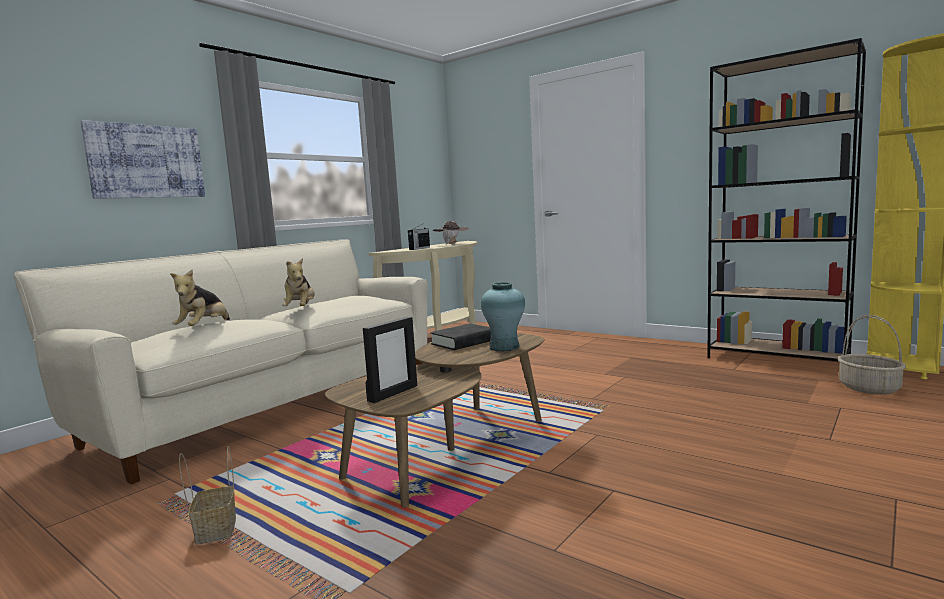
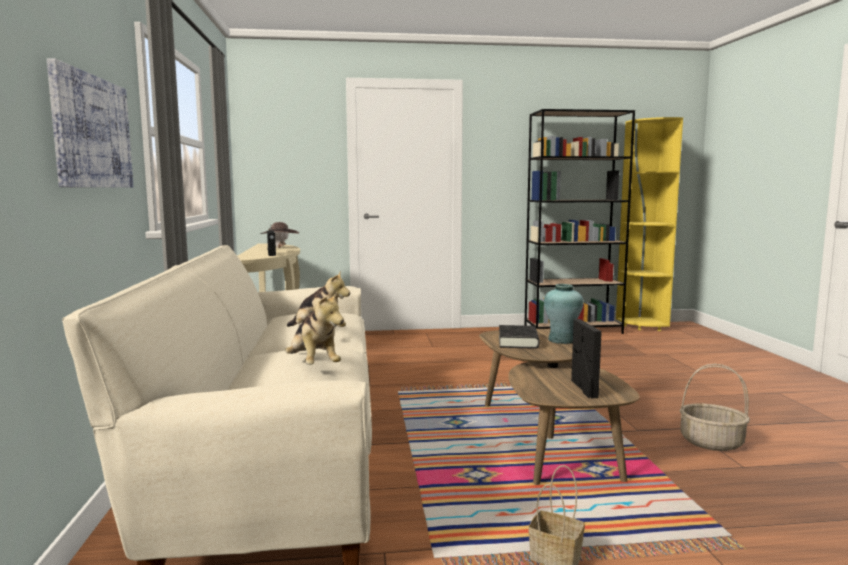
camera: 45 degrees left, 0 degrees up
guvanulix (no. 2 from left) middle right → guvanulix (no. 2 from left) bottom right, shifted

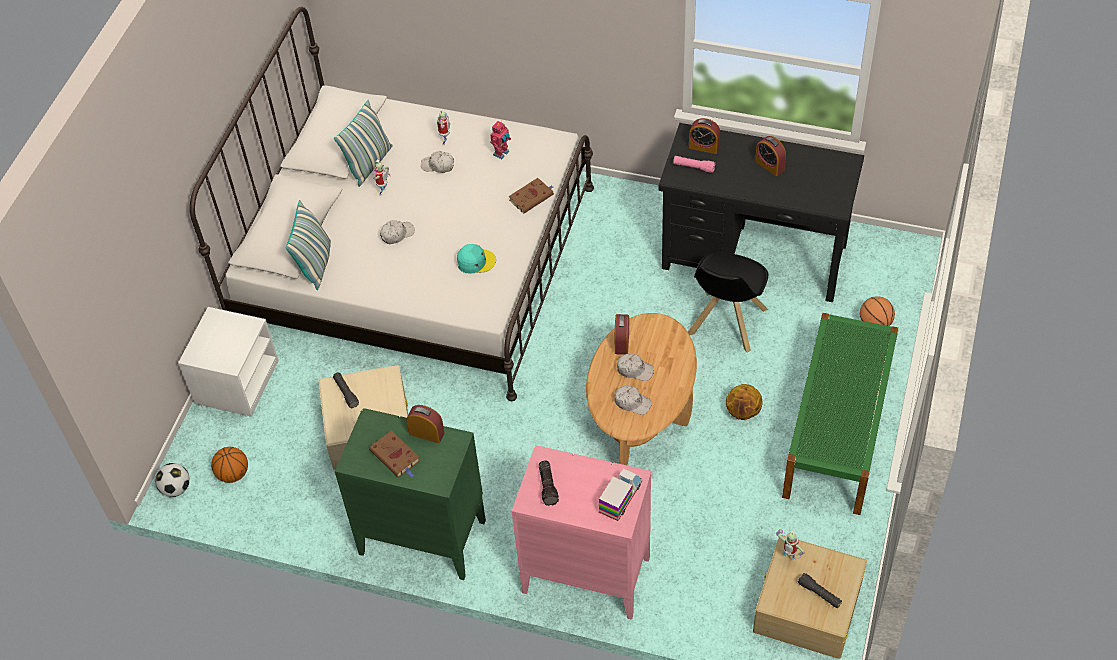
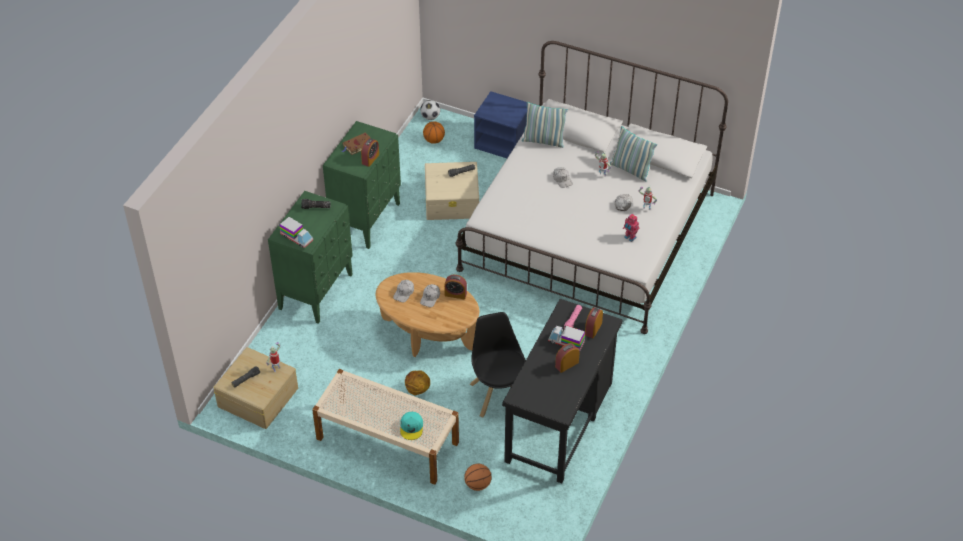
camera: 95 degrees right, 5 degrees down
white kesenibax middle left → blue kesenibax top centre
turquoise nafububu centre → turquoise nafububu bottom centre, shifted
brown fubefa (no. 2 from left) top centre → -
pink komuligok bottom centre → green komuligok (no. 1 from left) middle left
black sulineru centre → black sulineru bottom centre, 45 degrees clockwise
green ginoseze middle right → beige ginoseze bottom centre
- → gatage (no. 2 from left) centre

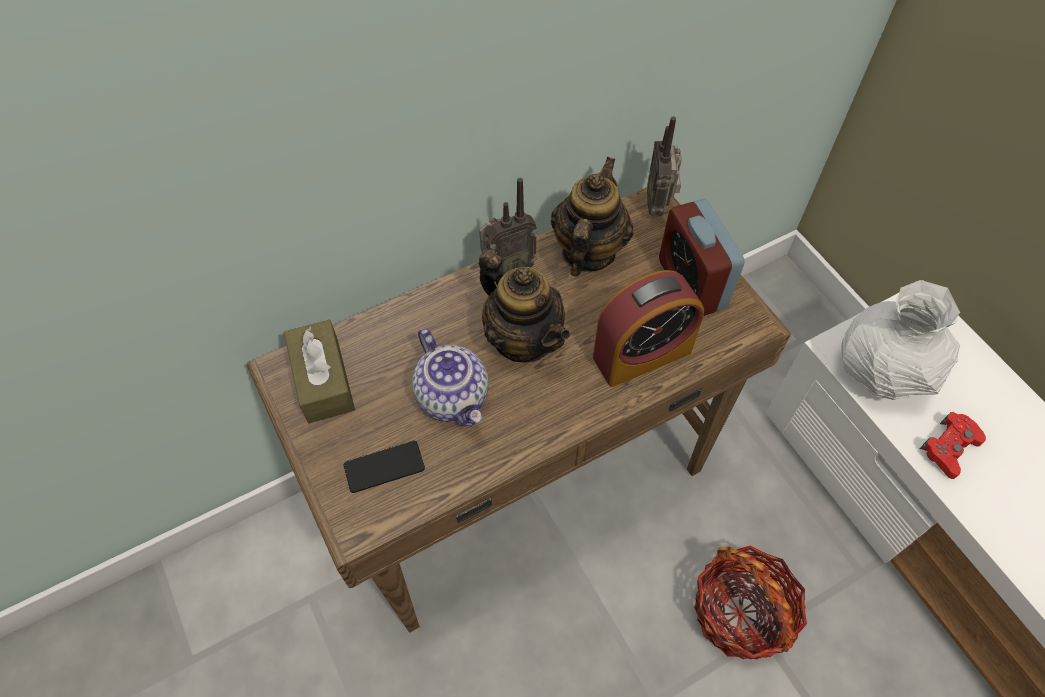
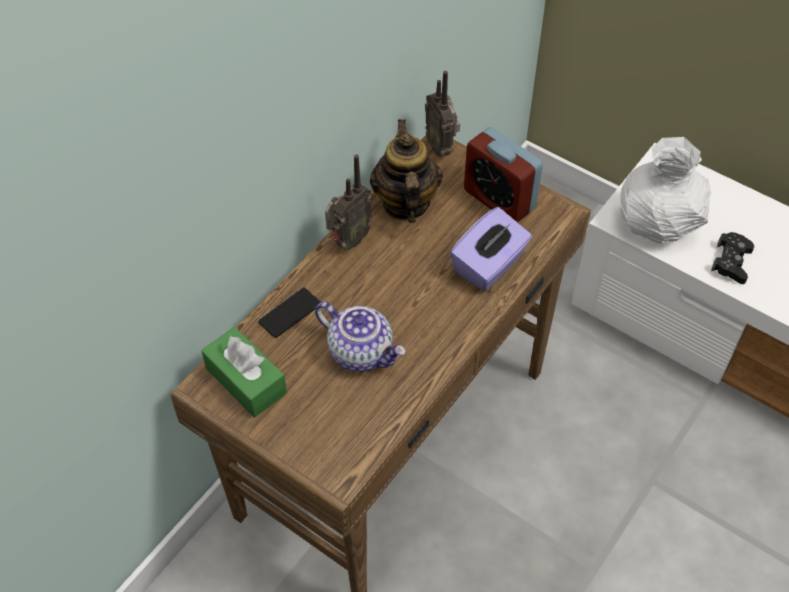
camera: 25 degrees left, 5 degrees down
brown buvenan middle left → green buvenan middle left
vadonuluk bottom centre → vadonuluk centre, shifted
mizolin (no. 2 from left) centre → -
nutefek (no. 1 from left) centre → purple buvenan centre
guvanulix bottom right → -
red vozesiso middle right → black vozesiso middle right

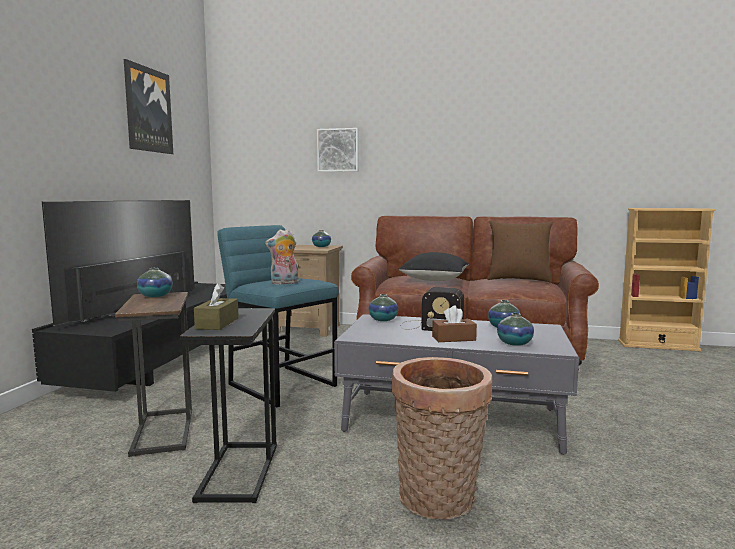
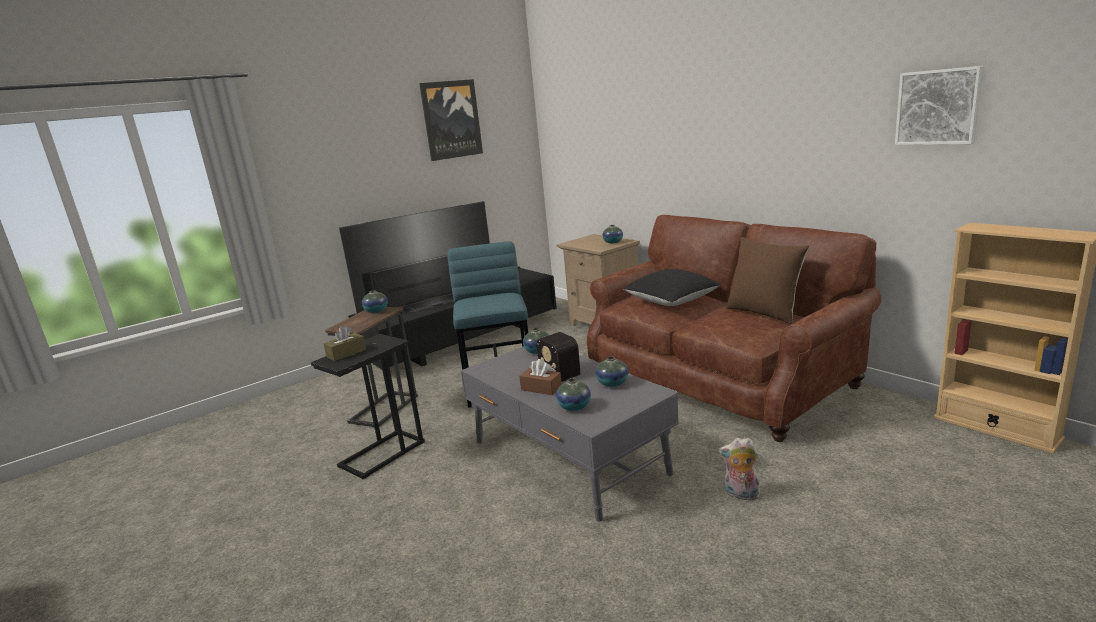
camera: 40 degrees right, 10 degrees up
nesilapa centre → nesilapa bottom right, shifted
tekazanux (no. 2 from left) top centre → tekazanux (no. 2 from left) top right, shifted
guvanulix bottom centre → -

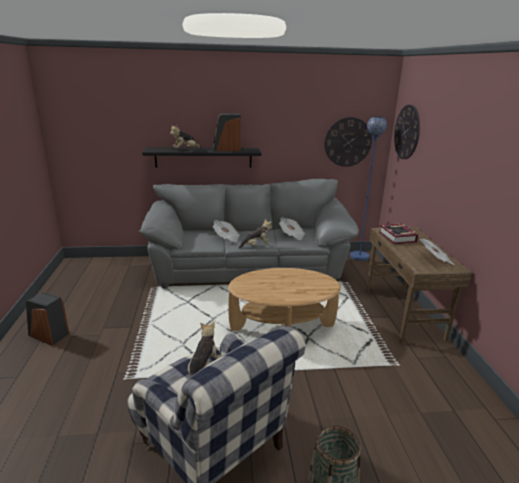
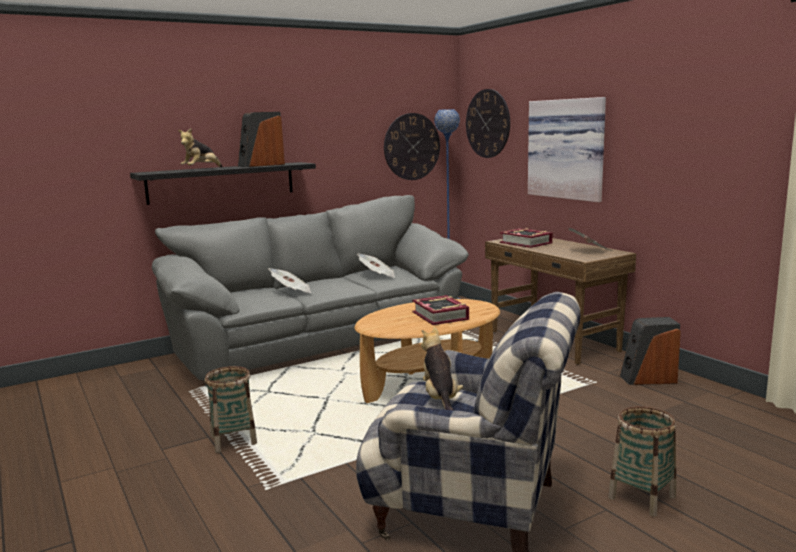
camera: 25 degrees left, 10 degrees down
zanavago (no. 1 from left in the first image) middle left → zanavago (no. 2 from left) middle right, shifted
nesilapa (no. 3 from left) centre → -
- → guvanulix (no. 1 from left) bottom left
- → fubefa (no. 1 from left) centre
- → tekazanux top right

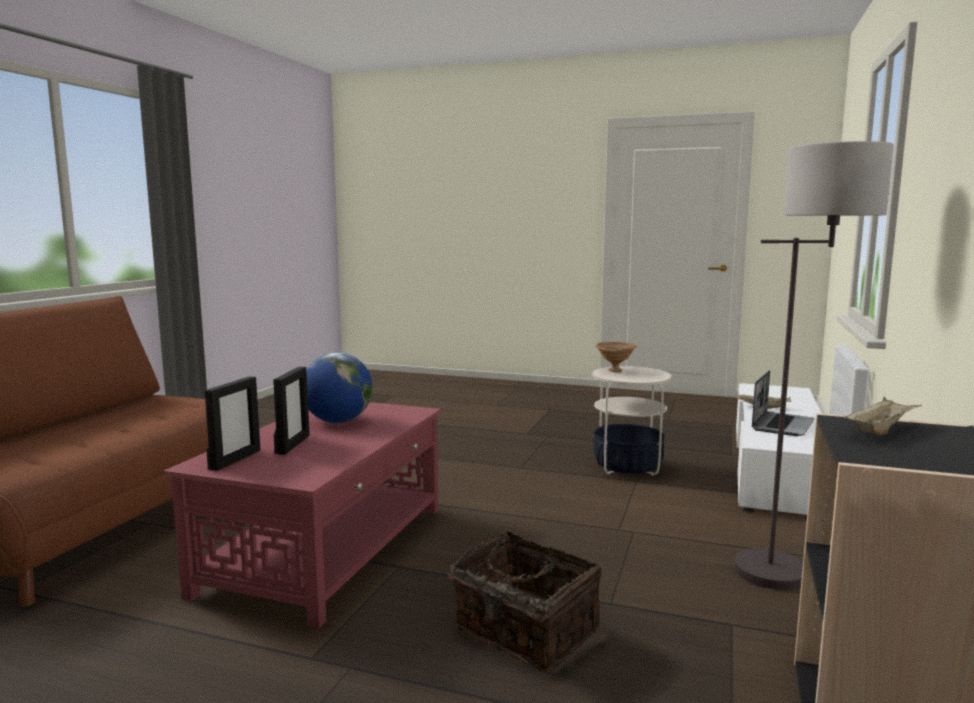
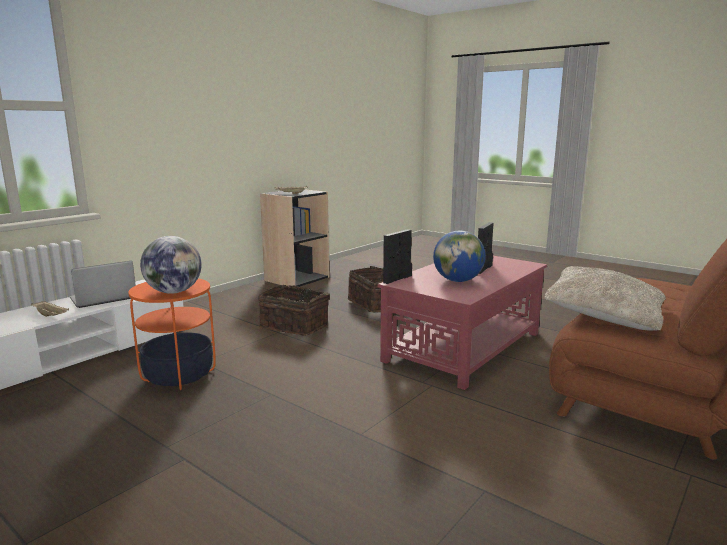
camera: 160 degrees left, 5 degrees up
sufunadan (no. 1 from left) middle left → sufunadan (no. 1 from left) centre, shifted
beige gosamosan centre → orange gosamosan middle left
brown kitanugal centre → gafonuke (no. 1 from left) middle left
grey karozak middle right → -
- → guvanulix (no. 1 from left) centre
- → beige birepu middle right

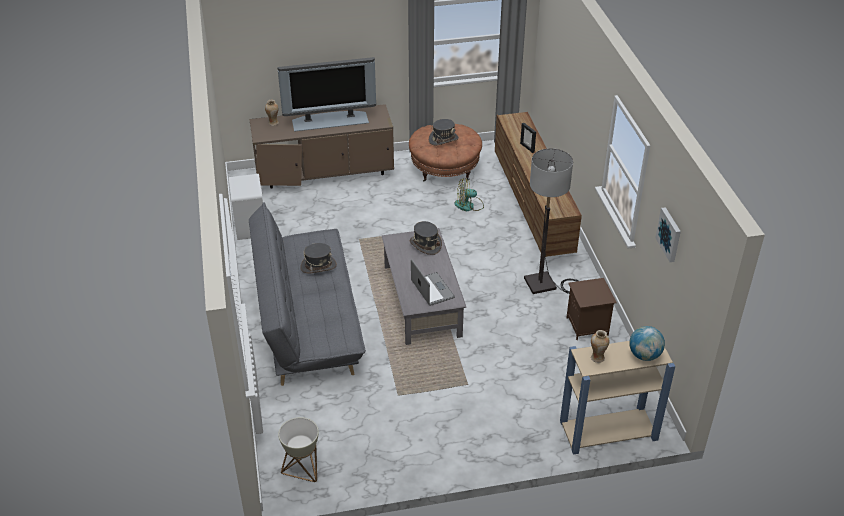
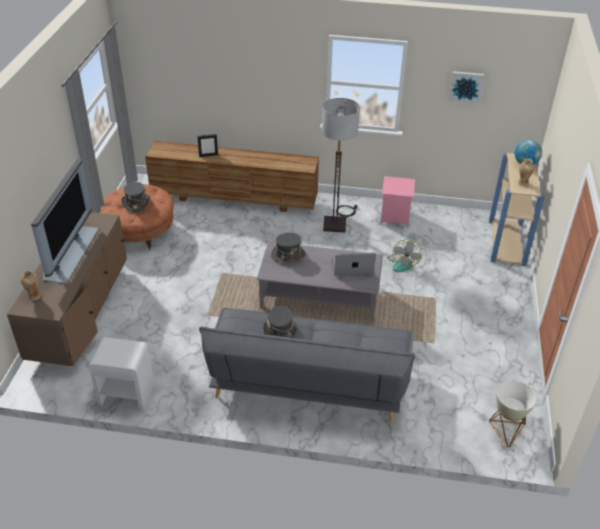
camera: 70 degrees left, 0 degrees up
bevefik centre → bevefik middle right, shifted
brown kesenibax middle right → pink kesenibax centre

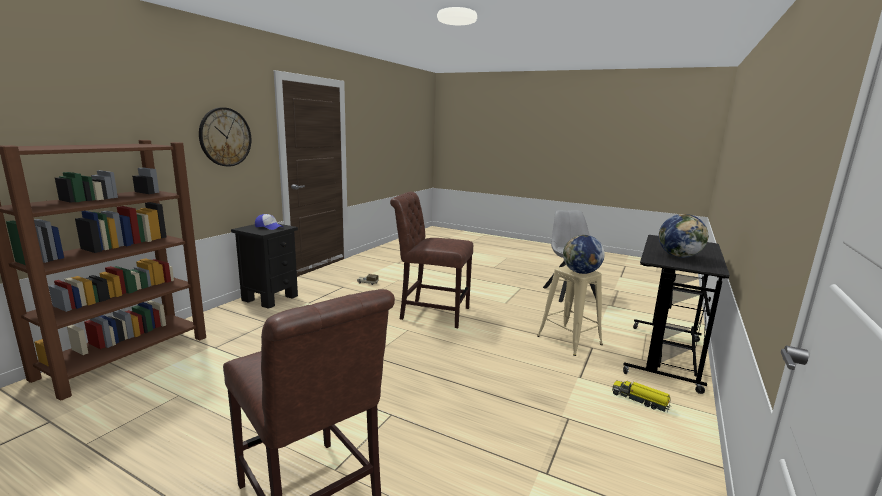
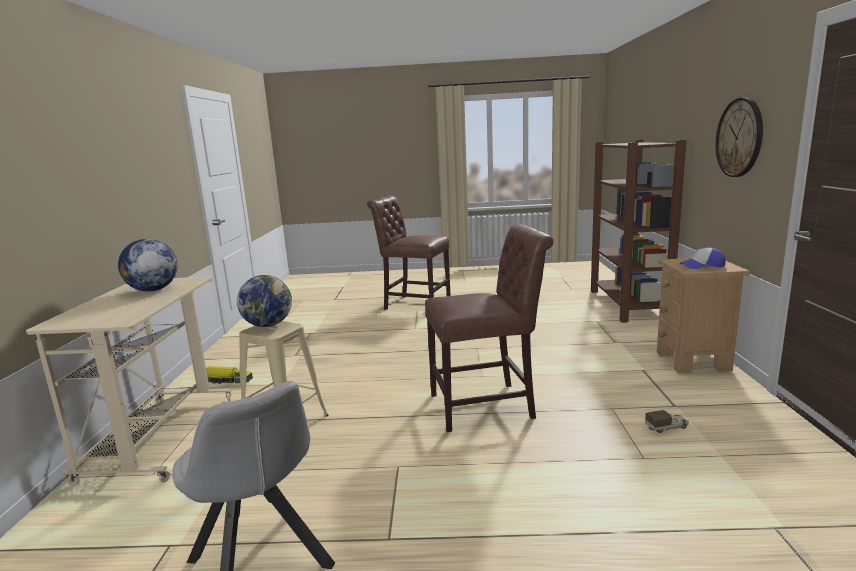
camera: 155 degrees right, 0 degrees up
black kesenibax middle left → beige kesenibax middle right
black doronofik middle right → beige doronofik bottom left

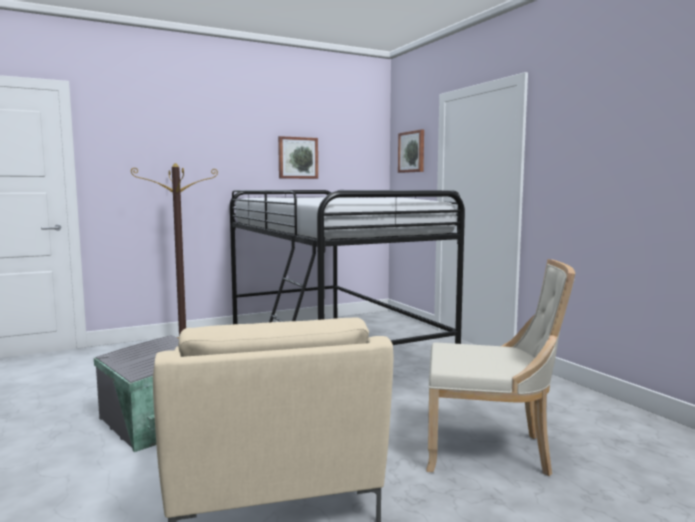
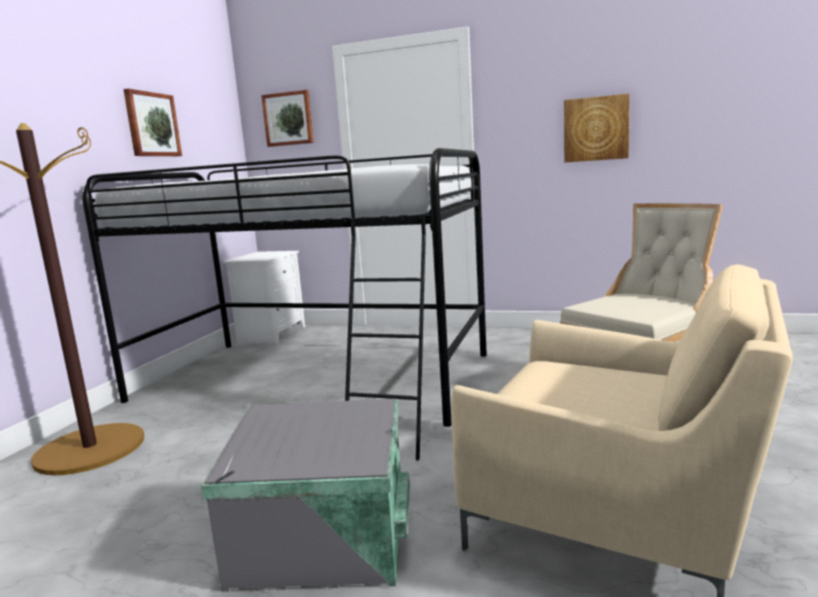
camera: 45 degrees left, 5 degrees up
- → white kesenibax middle left
- → tekazanux (no. 3 from left) top right

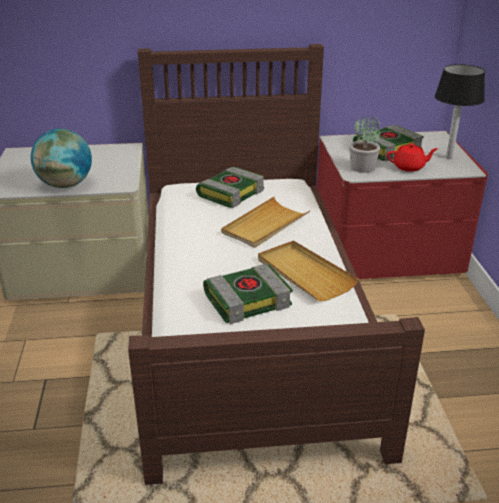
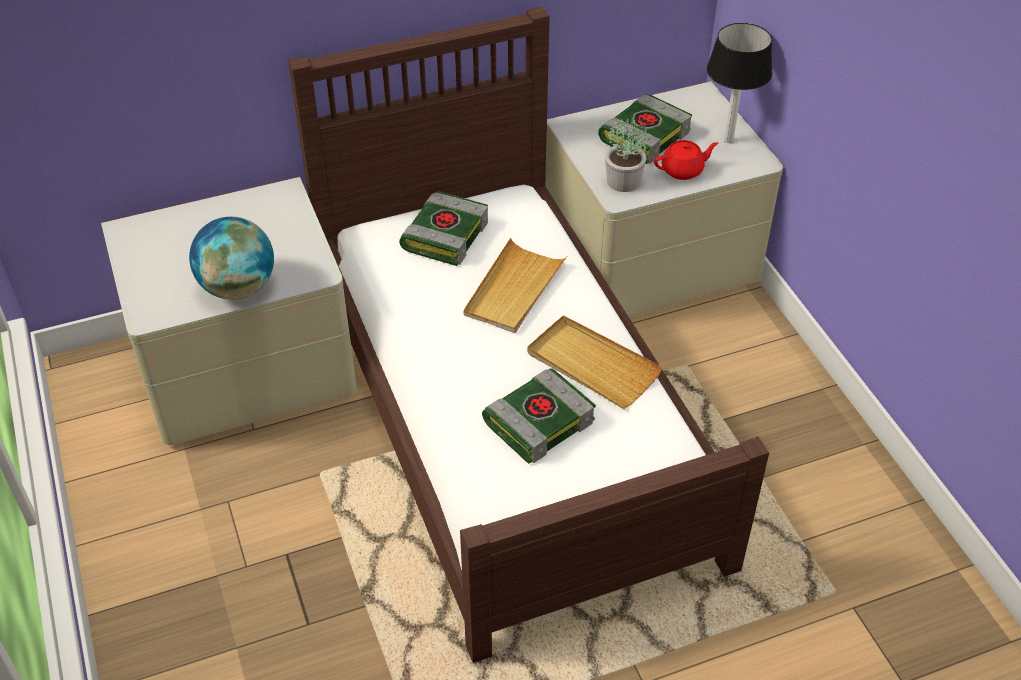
camera: 15 degrees left, 15 degrees up
red kesenibax middle right → beige kesenibax (no. 2 from left) top centre

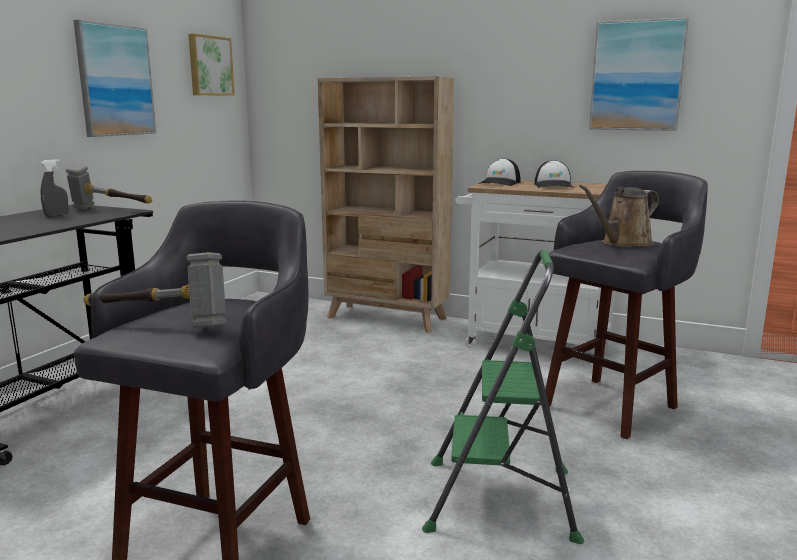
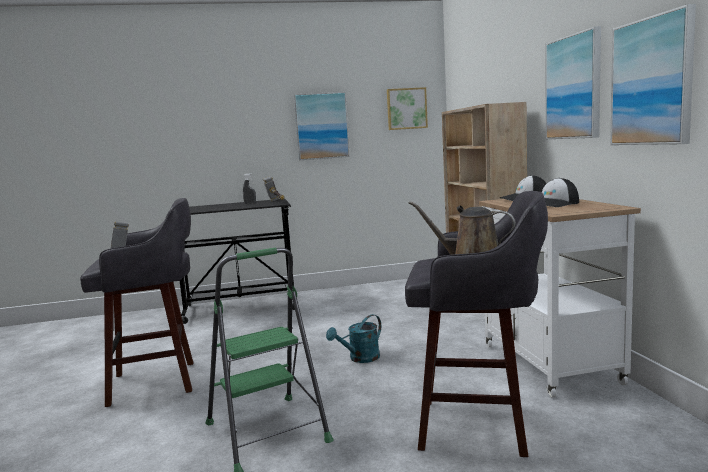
camera: 55 degrees right, 5 degrees down
- → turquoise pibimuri bottom centre
- → tekazanux (no. 3 from left) top right

